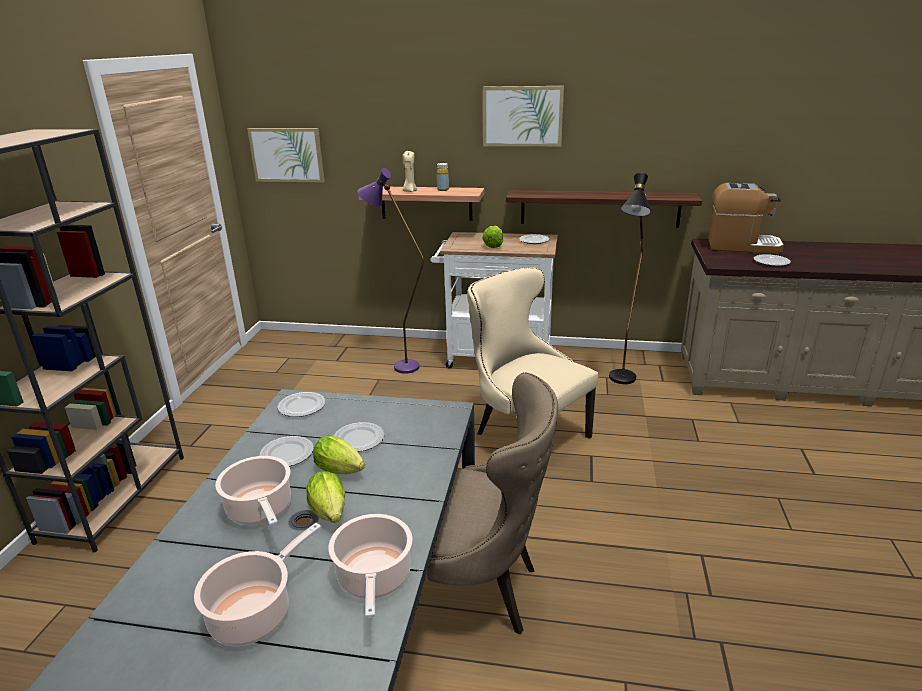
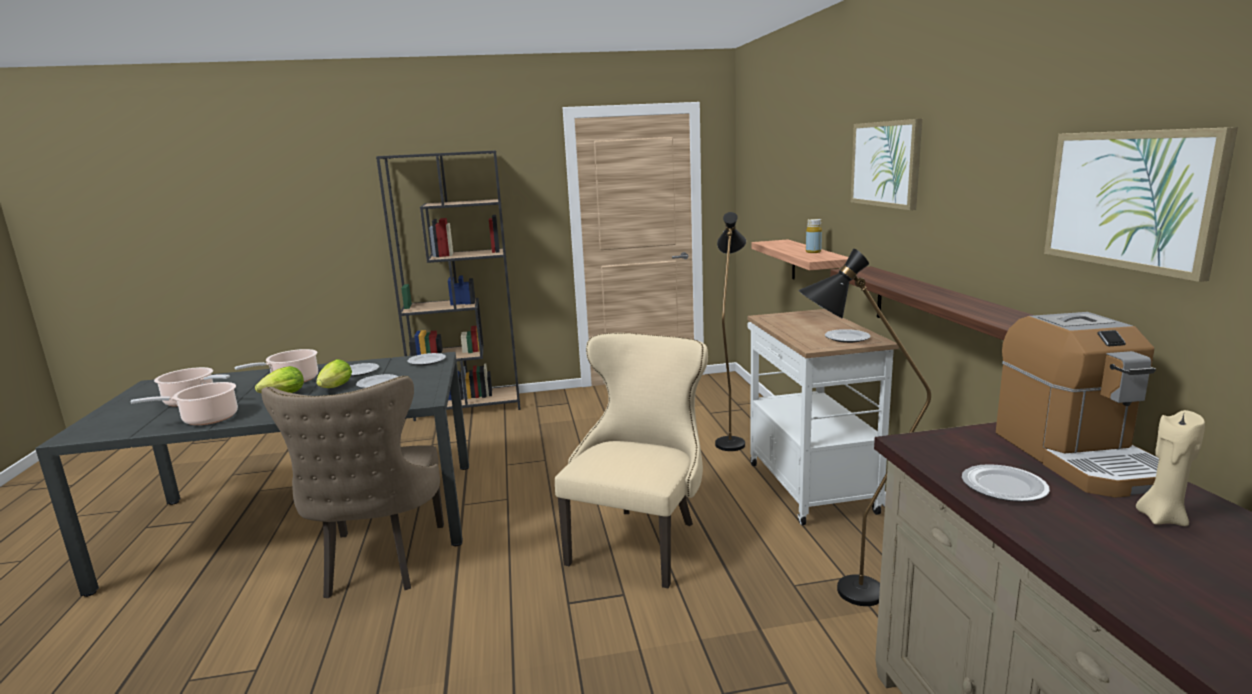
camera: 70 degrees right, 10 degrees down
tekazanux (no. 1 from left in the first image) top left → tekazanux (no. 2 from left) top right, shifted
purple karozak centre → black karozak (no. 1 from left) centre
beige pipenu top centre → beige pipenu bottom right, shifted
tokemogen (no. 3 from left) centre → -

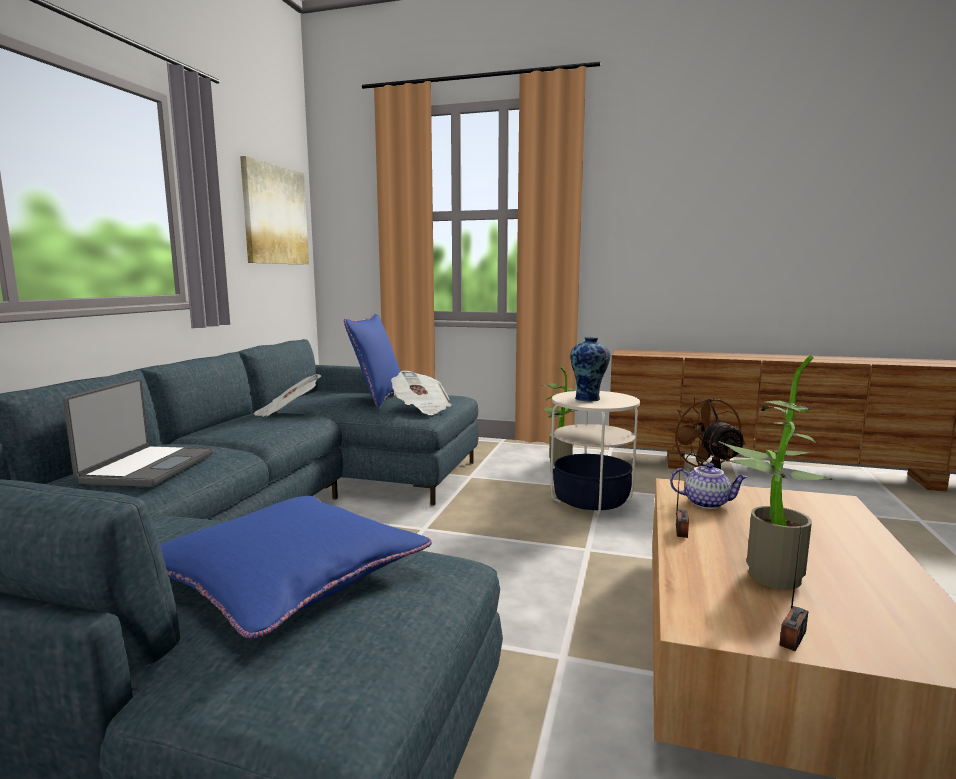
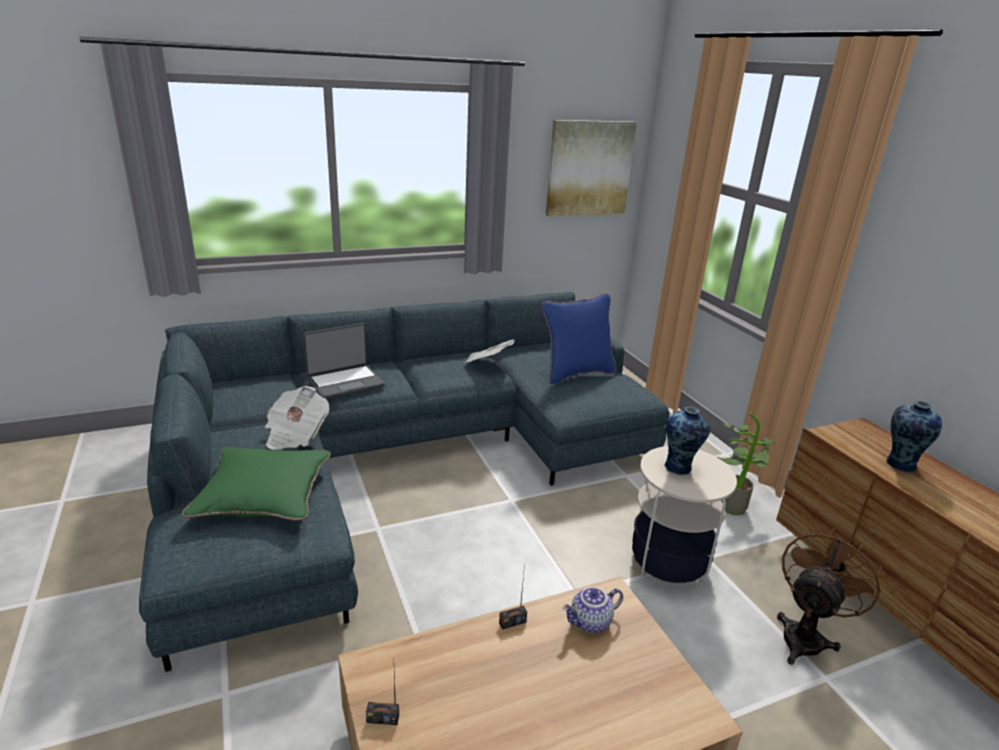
camera: 50 degrees right, 15 degrees up
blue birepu (no. 1 from left) bottom left → green birepu middle left
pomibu (no. 2 from left in the first image) centre → pomibu (no. 1 from left) middle left, shifted
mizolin middle right → mizolin bottom centre, 90 degrees clockwise
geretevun (no. 2 from left) middle right → -
- → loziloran (no. 2 from left) middle right

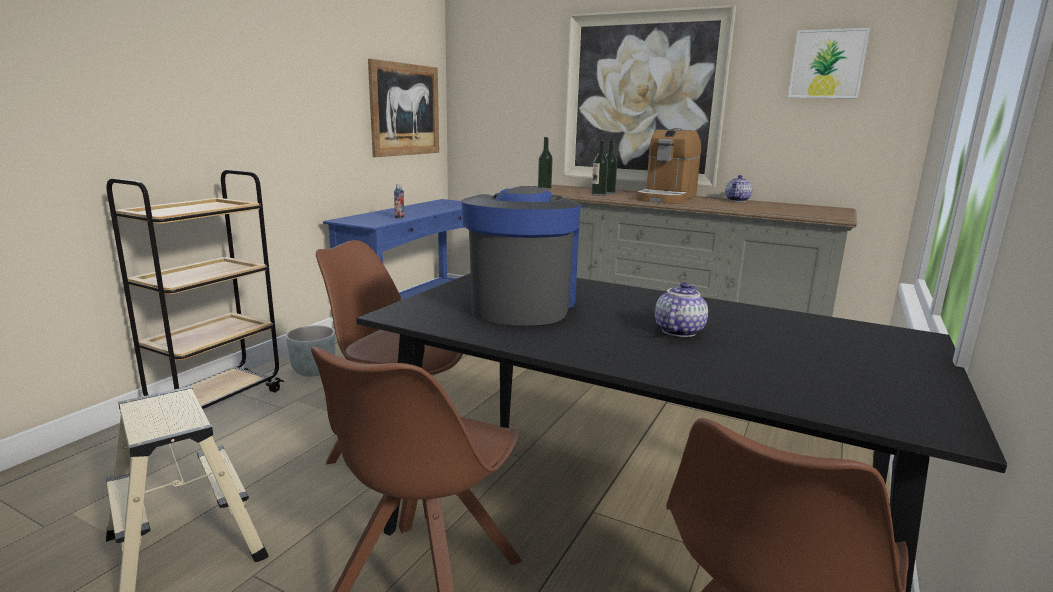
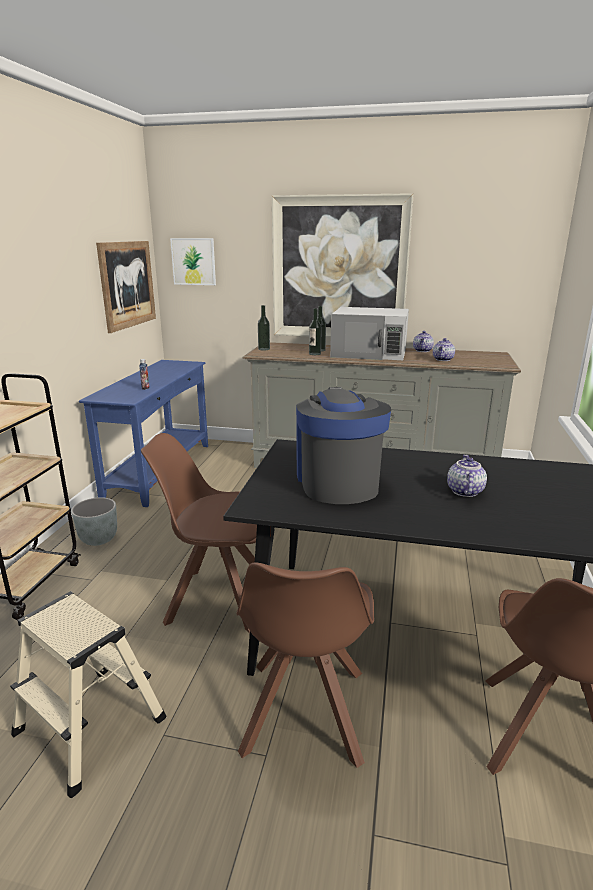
camera: 15 degrees left, 5 degrees up
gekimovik (no. 2 from left) top centre → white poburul centre
tekazanux (no. 3 from left in the first image) top right → tekazanux (no. 2 from left) top left, shifted
- → mizolin (no. 2 from left) middle right

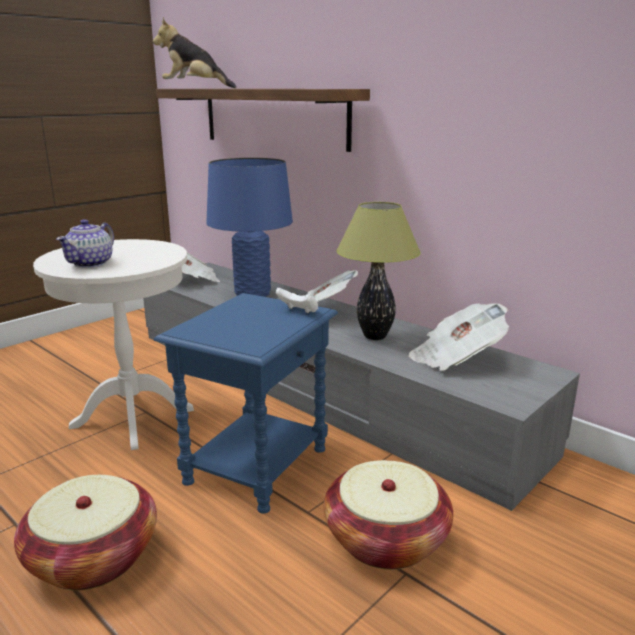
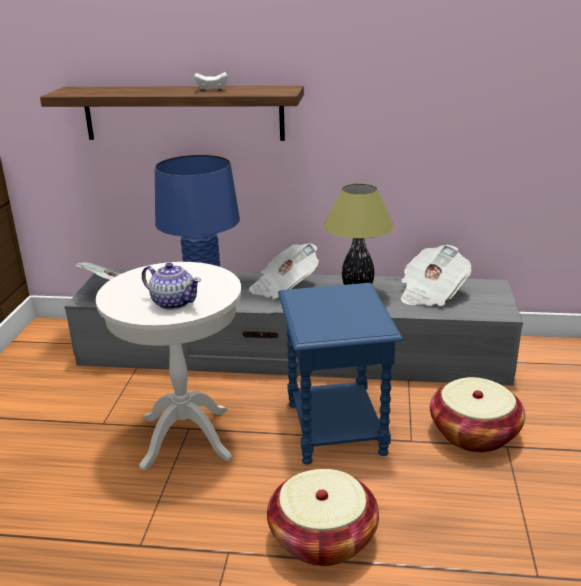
camera: 35 degrees left, 5 degrees up
mizolin middle left, 45 degrees counterclockwise
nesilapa top left → -
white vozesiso centre → white vozesiso top centre, shifted

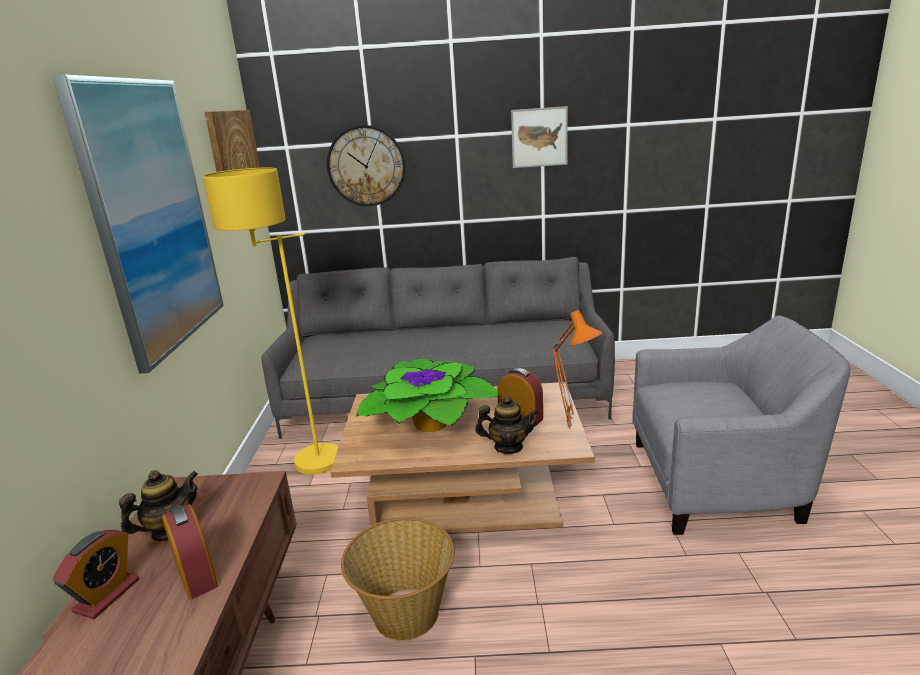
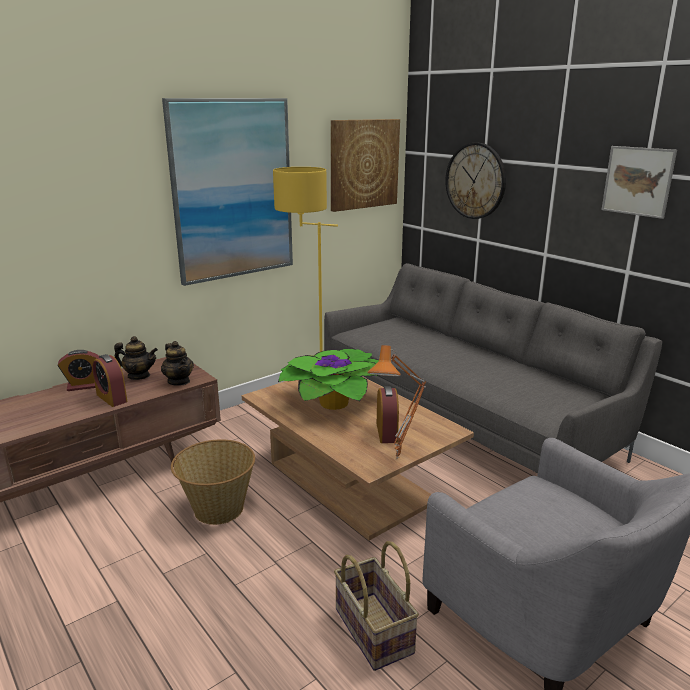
camera: 50 degrees right, 0 degrees up
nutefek (no. 2 from left) bottom left → nutefek (no. 2 from left) middle left, 120 degrees clockwise
mizolin (no. 2 from left) centre → mizolin (no. 2 from left) middle left, shifted
- → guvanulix (no. 2 from left) bottom centre

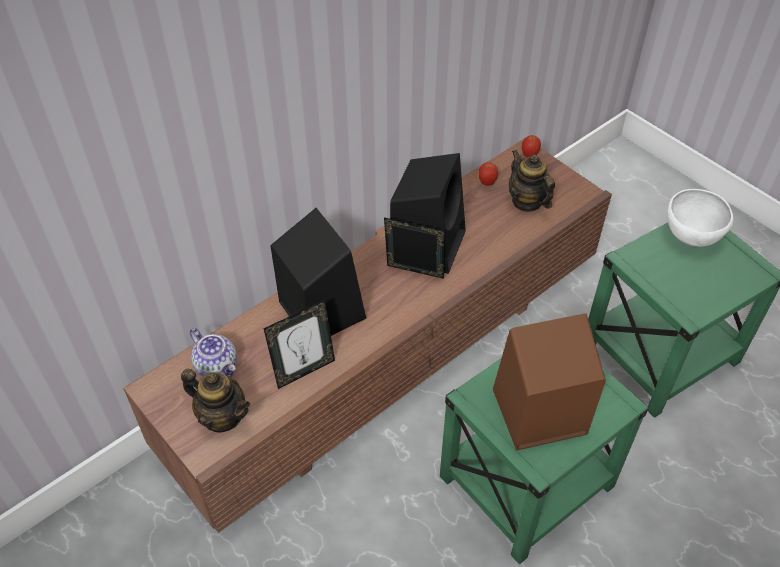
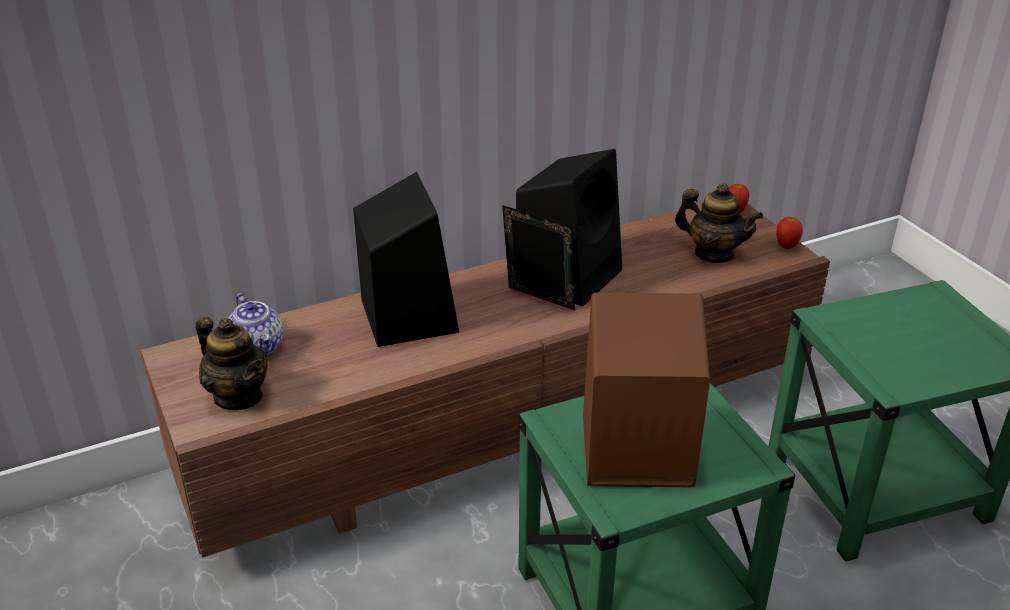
camera: 15 degrees right, 15 degrees down
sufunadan (no. 1 from left) centre → -
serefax (no. 1 from left in the first image) top centre → serefax (no. 2 from left) middle right, shifted
mizolin (no. 3 from left) top right → mizolin (no. 3 from left) middle right, 135 degrees clockwise
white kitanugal middle right → -

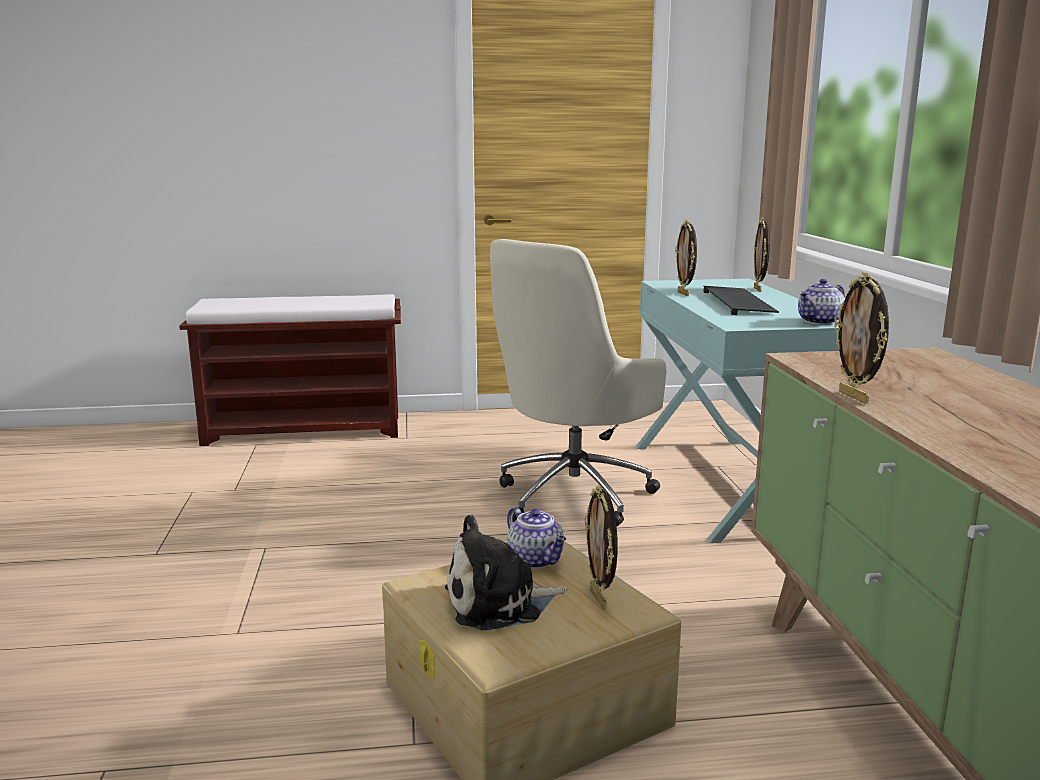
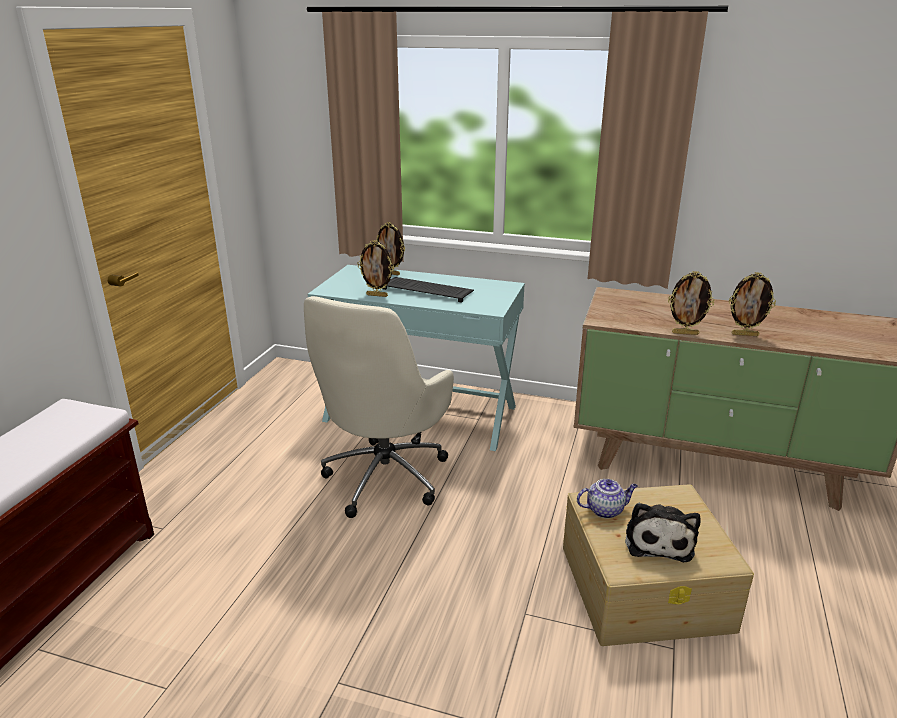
camera: 65 degrees left, 10 degrees up
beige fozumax centre, 45 degrees clockwise
sufunadan (no. 1 from left in the first image) bottom centre → sufunadan (no. 4 from left) middle right, shifted
mizolin (no. 2 from left) middle right → -

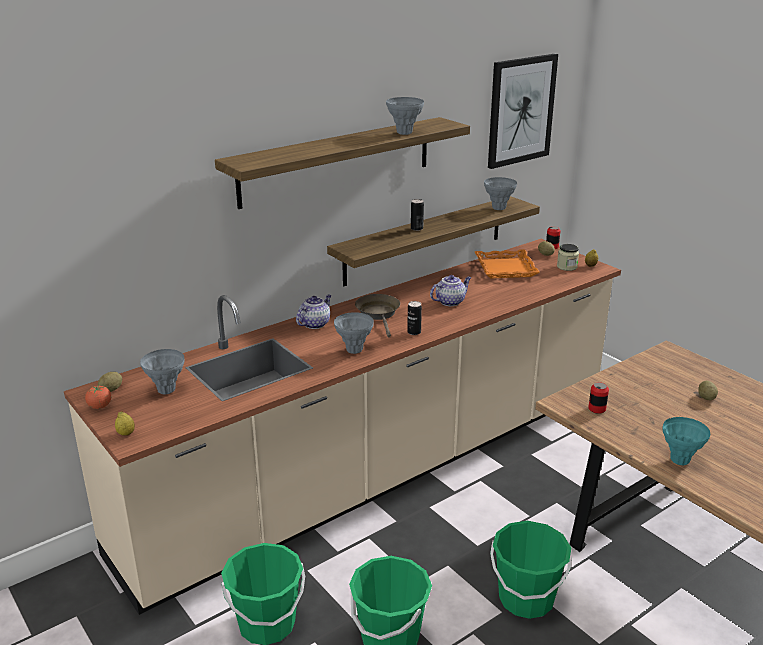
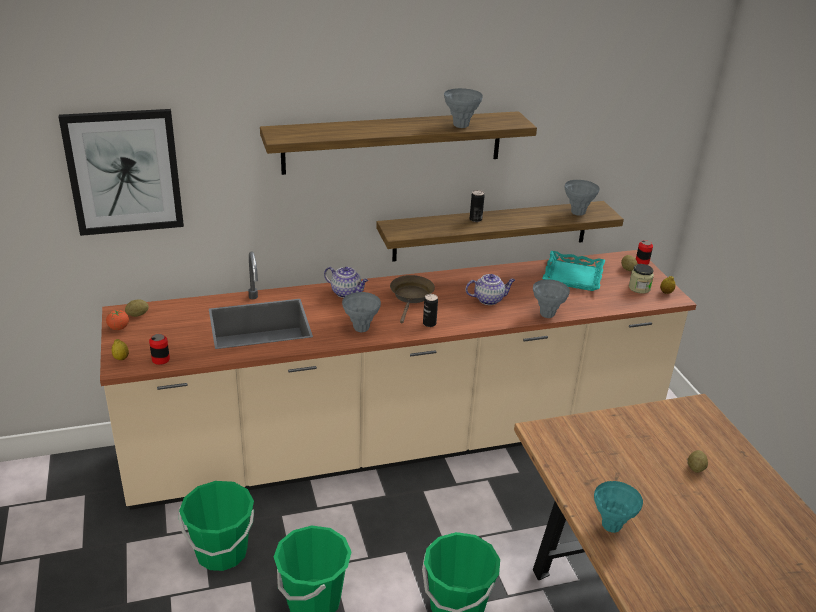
camera: 20 degrees right, 5 degrees up
grey loziloran (no. 1 from left in the first image) middle left → grey loziloran (no. 3 from left) middle right, shifted
mizolin (no. 1 from left) centre, 60 degrees clockwise
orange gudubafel centre → turquoise gudubafel middle right
tekazanux top right → tekazanux top left, shifted
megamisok (no. 4 from left in the first image) middle right → megamisok (no. 1 from left) middle left, shifted

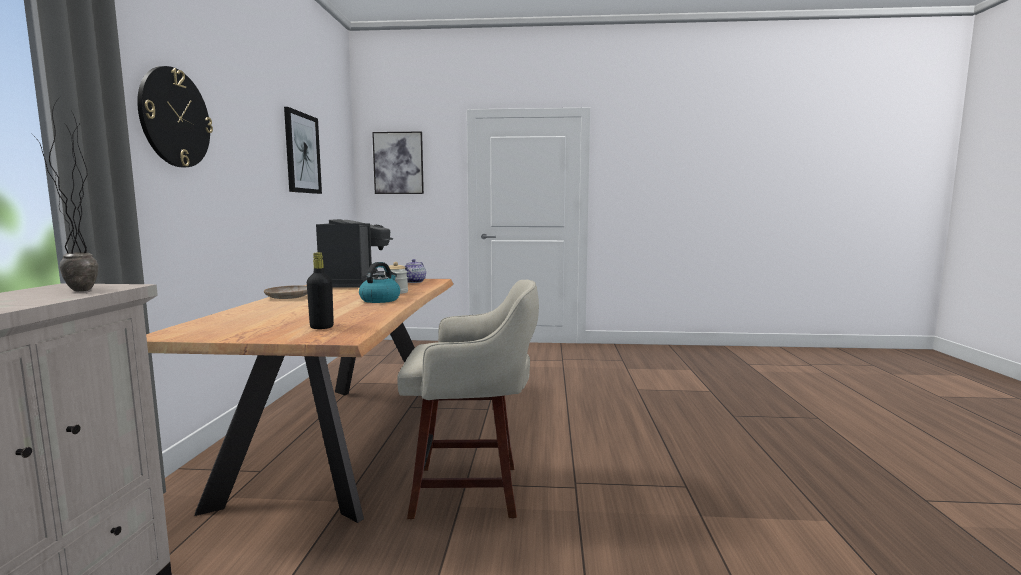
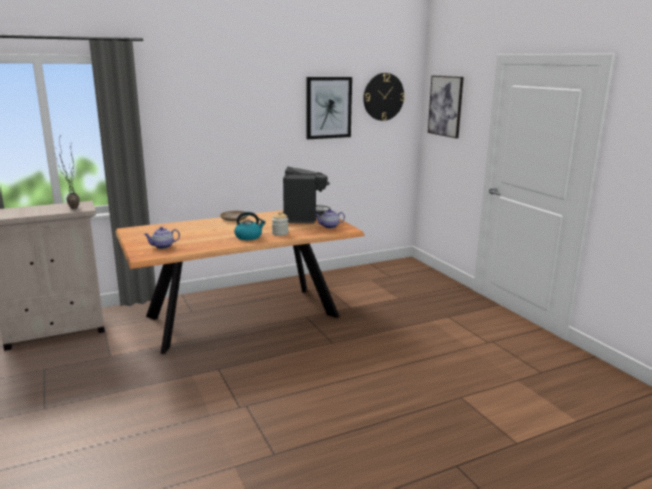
camera: 60 degrees right, 10 degrees up
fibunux top left → fibunux top centre, shifted
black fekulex middle left → mizolin (no. 1 from left) middle left
gekimovik centre, 60 degrees counterclockwise
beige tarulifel bottom centre → -

